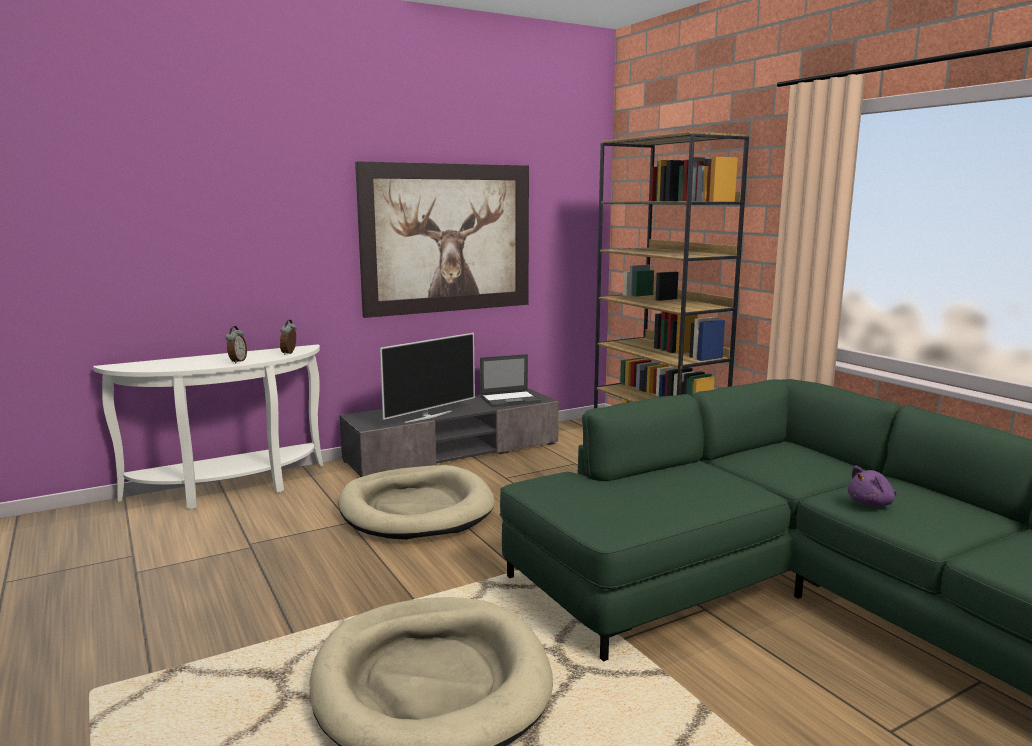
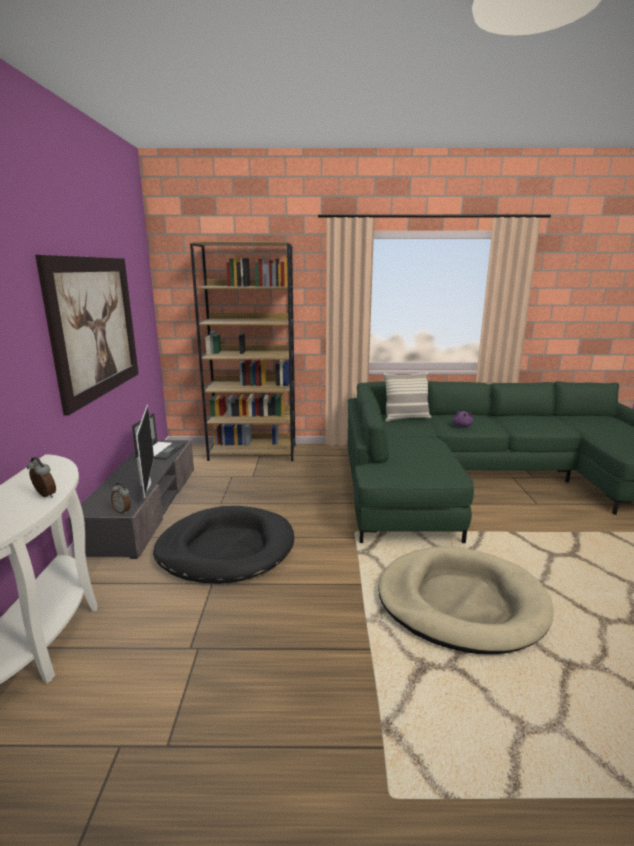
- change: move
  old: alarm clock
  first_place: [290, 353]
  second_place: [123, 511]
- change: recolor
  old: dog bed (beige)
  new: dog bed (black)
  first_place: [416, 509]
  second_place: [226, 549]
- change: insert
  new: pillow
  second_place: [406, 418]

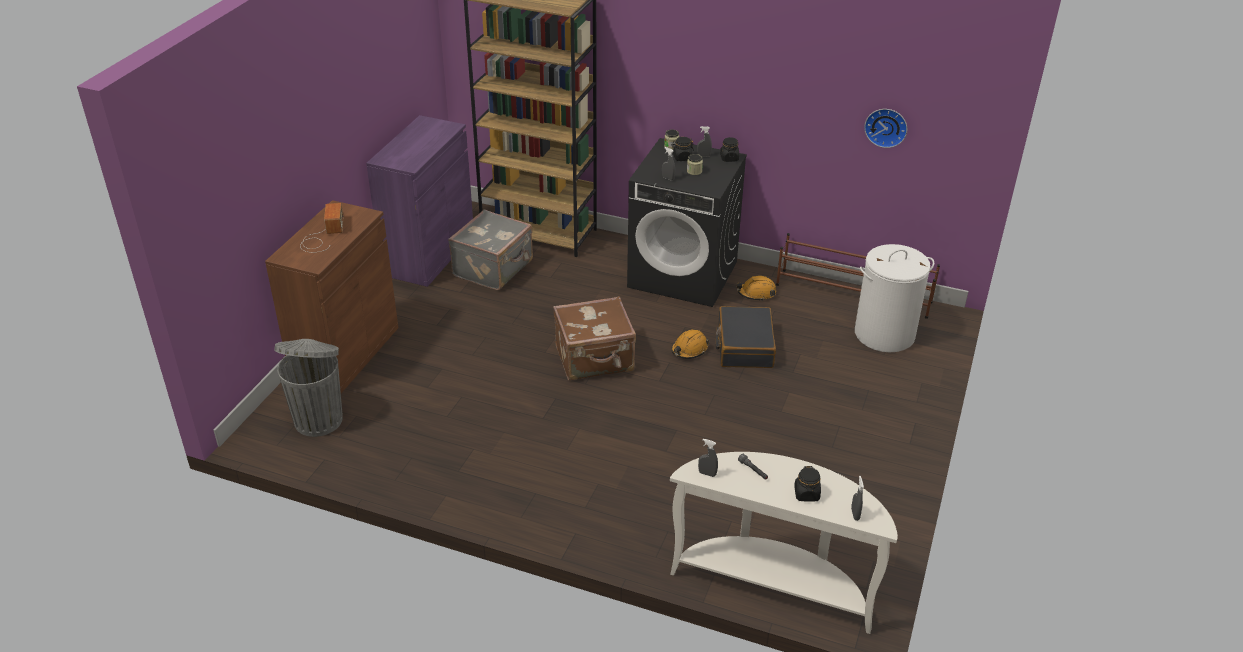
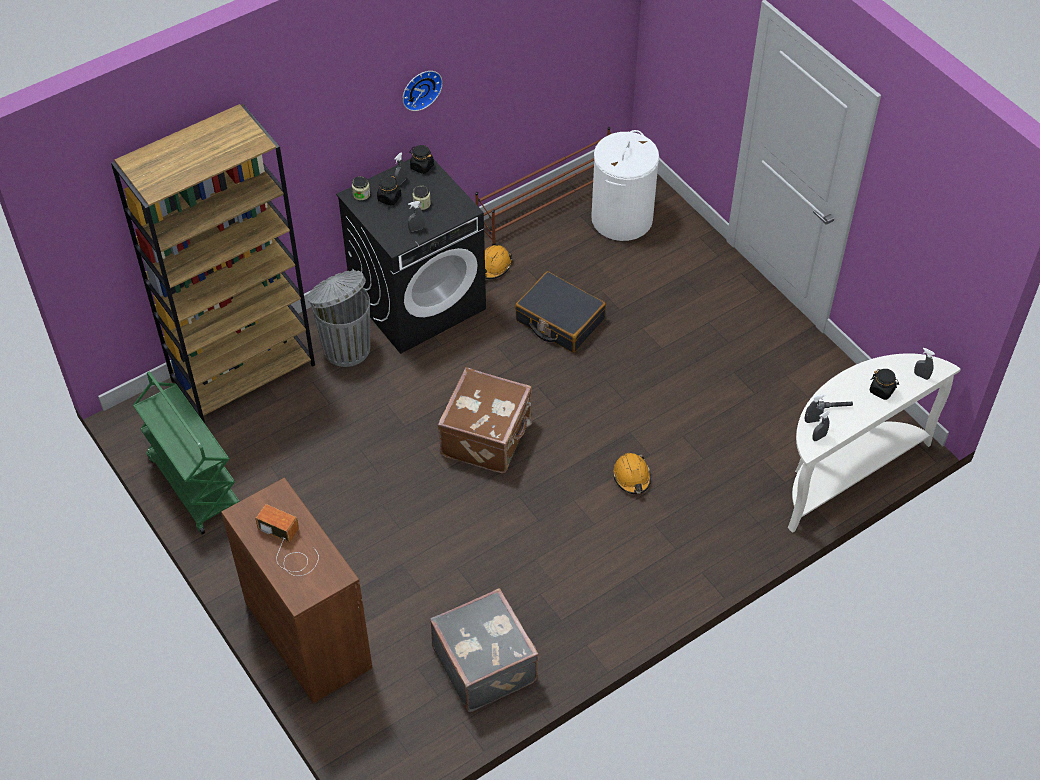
- change: move
  old: trash can (grey)
  first_place: [319, 419]
  second_place: [345, 347]
- change: replace
  old: cabinet (purple)
  new: cart (green)
  first_place: [429, 254]
  second_place: [194, 484]
- change: move
  old: suitcase (grey)
  first_place: [494, 269]
  second_place: [486, 663]
- change: move
  old: hard hat (orange)
  first_place: [689, 350]
  second_place: [632, 477]
- change: move
  old: wall clock
  first_place: [886, 126]
  second_place: [420, 88]
- change: insert
  new: spray bottle (grey)
  second_place: [812, 420]

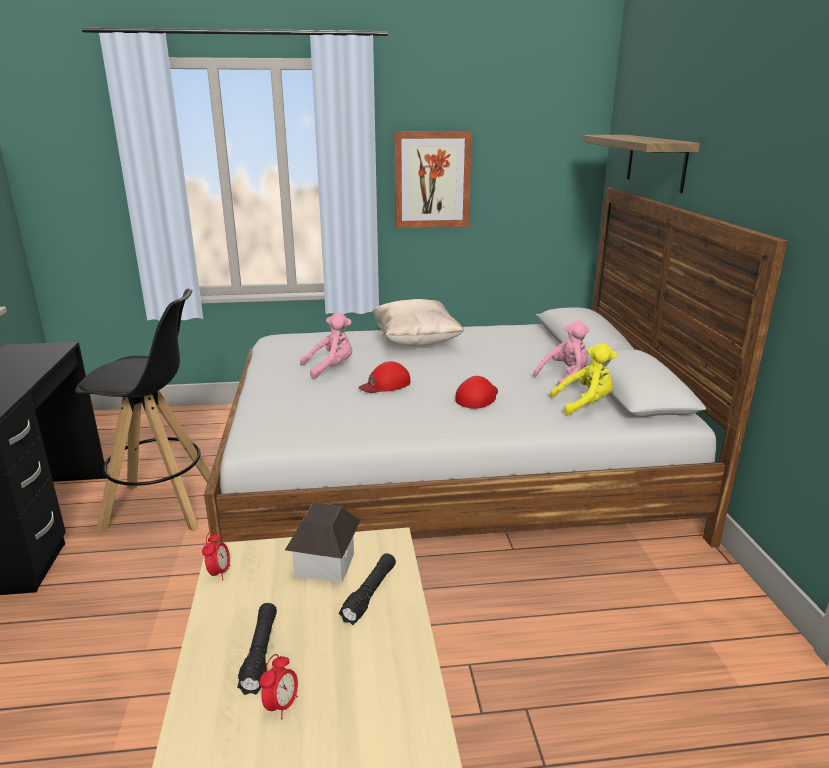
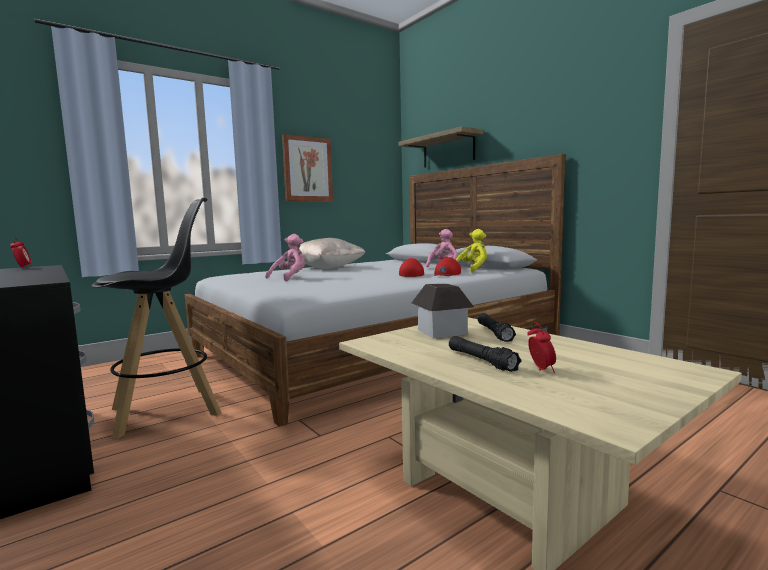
- change: move
  old: alarm clock
  first_place: [219, 573]
  second_place: [23, 268]
- change: move
  old: cap (red)
  first_place: [385, 384]
  second_place: [446, 274]

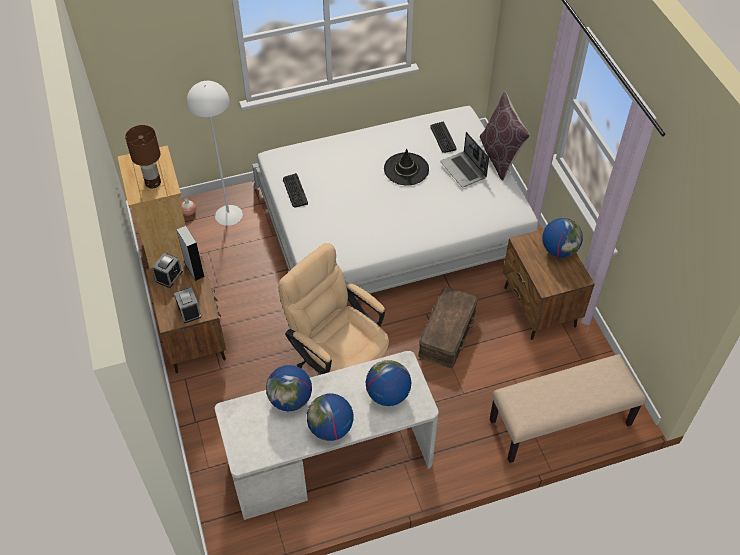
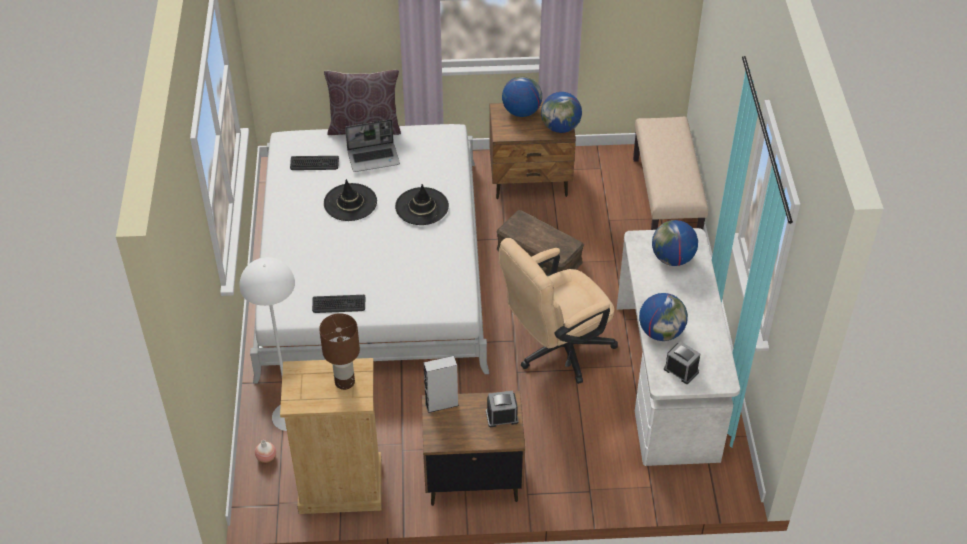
- change: move
  old: alarm clock
  first_place: [169, 276]
  second_place: [681, 370]
- change: move
  old: globe
  first_place: [330, 428]
  second_place: [560, 127]
- change: insert
  new: hat (black)
  second_place: [422, 206]

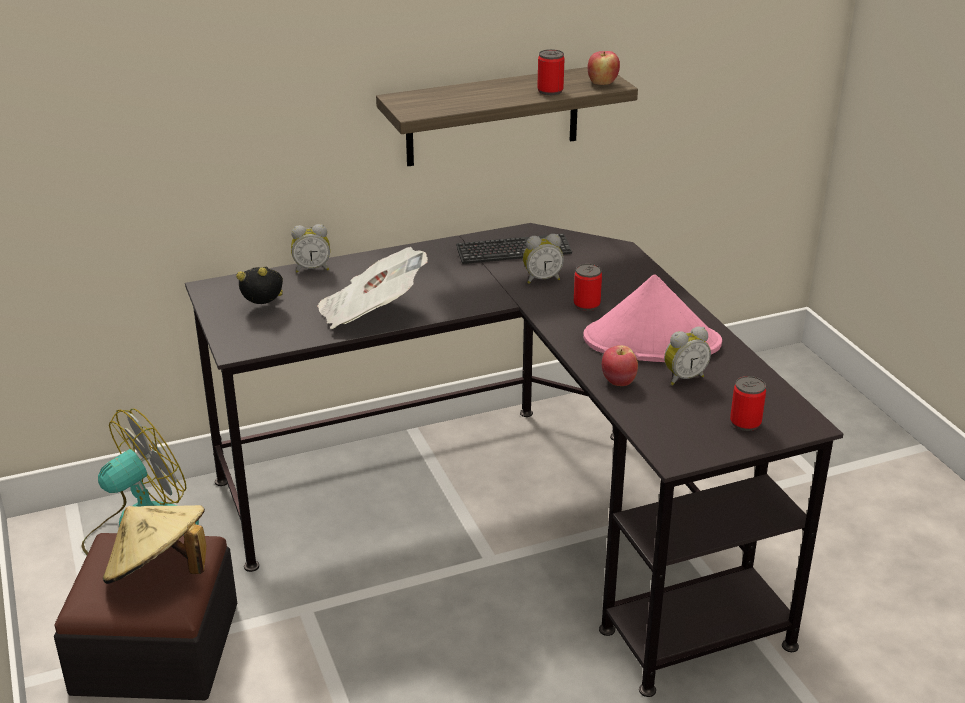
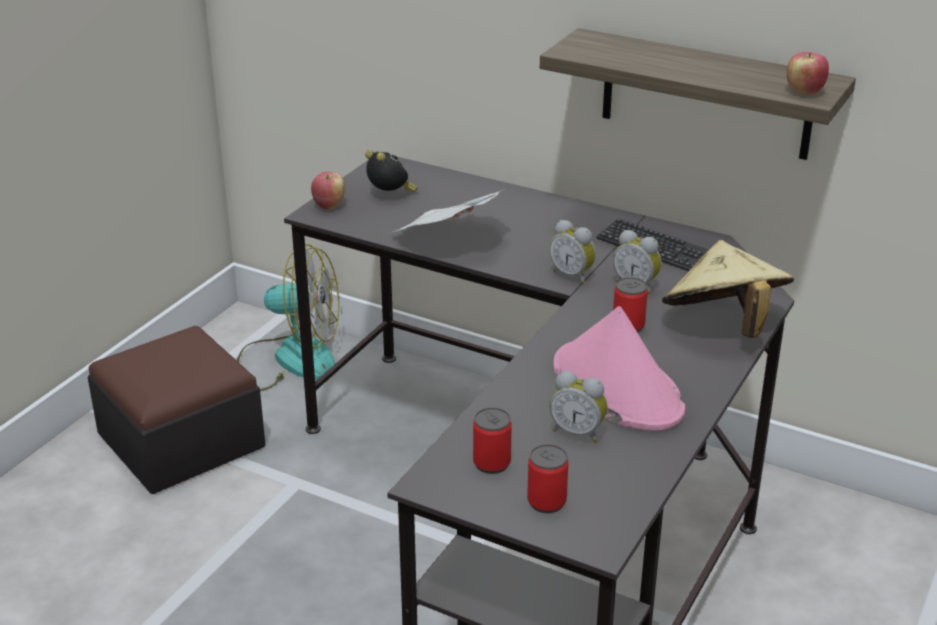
- change: move
  old: hat (beige)
  first_place: [159, 572]
  second_place: [723, 325]
- change: move
  old: alarm clock
  first_place: [312, 268]
  second_place: [573, 275]
- change: move
  old: can
  first_place: [550, 91]
  second_place: [491, 463]
- change: move
  old: apple
  first_place: [618, 381]
  second_place: [329, 206]

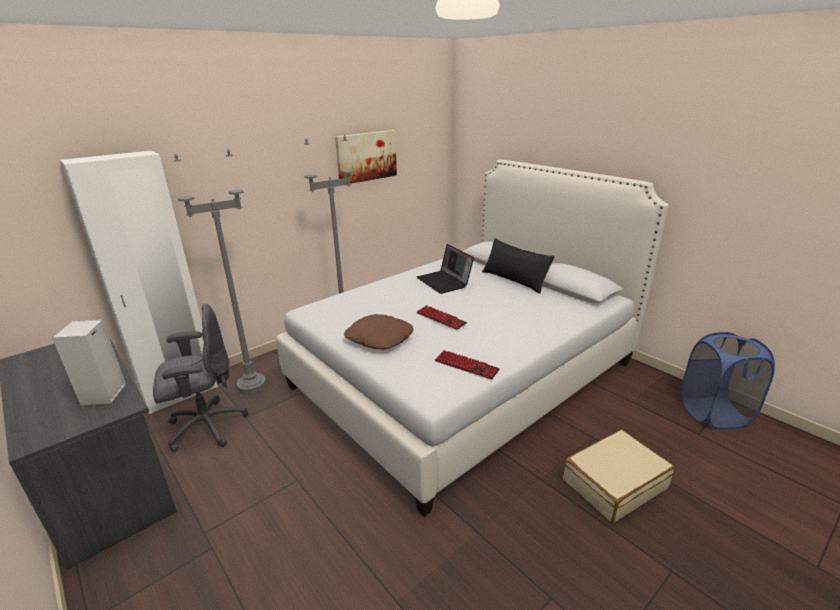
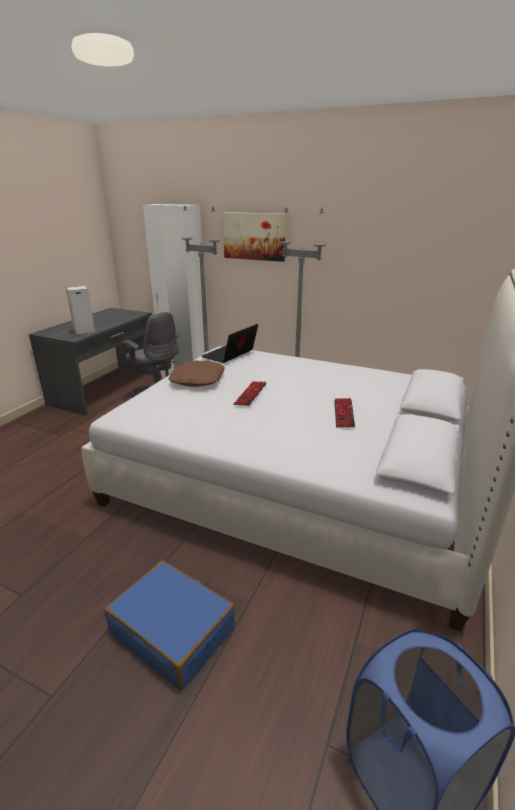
- change: move
  old: picture
  first_place: [366, 156]
  second_place: [254, 236]
- change: move
  old: laptop
  first_place: [445, 282]
  second_place: [230, 355]
- change: move
  old: keyboard
  first_place: [466, 366]
  second_place: [343, 413]
- change: delete
  old: pillow (black)
  first_place: [515, 280]
- change: recolor
  old: suitcase (beige)
  new: suitcase (blue)
  first_place: [613, 483]
  second_place: [173, 630]

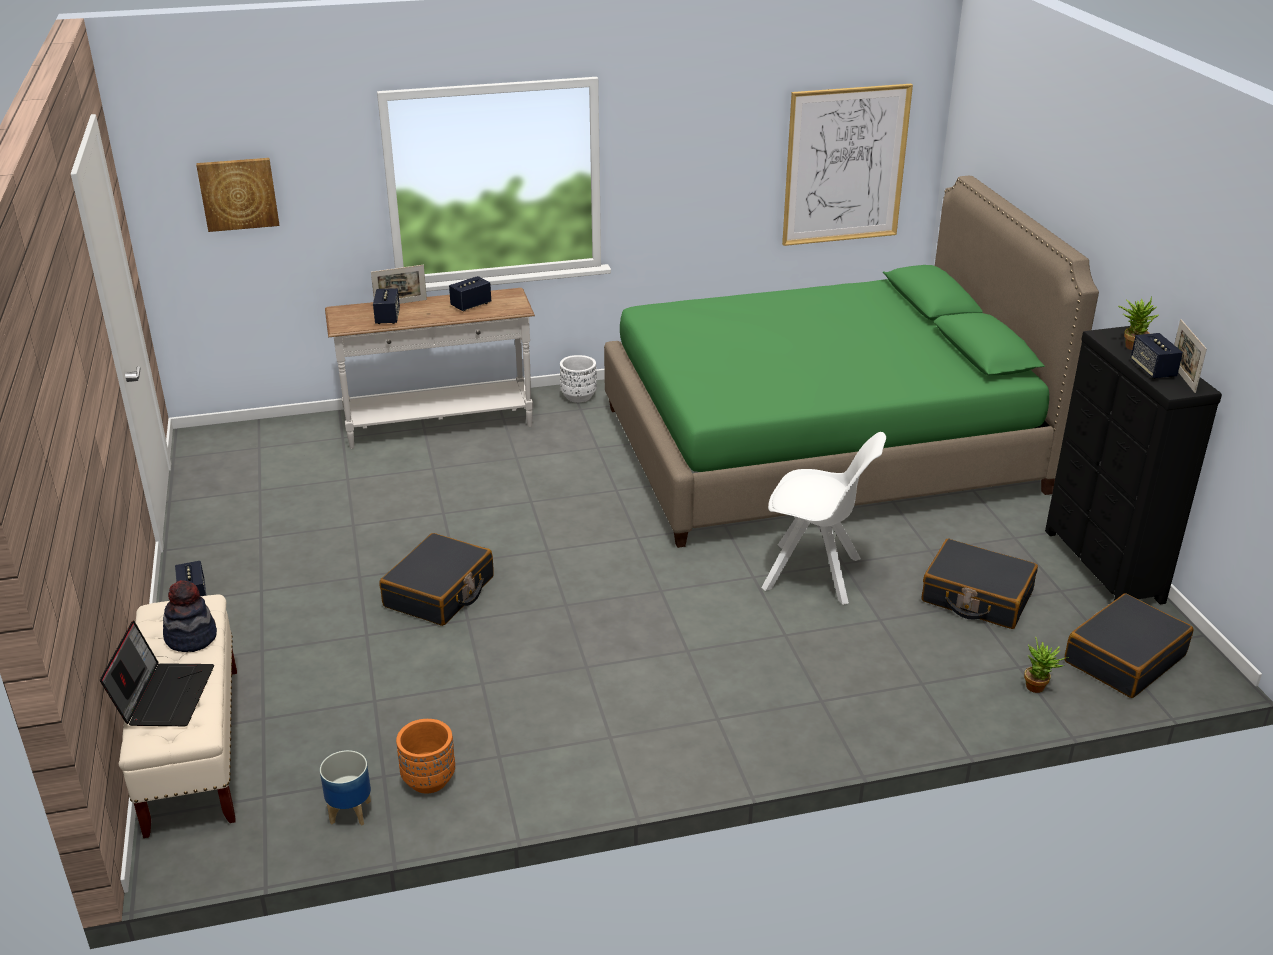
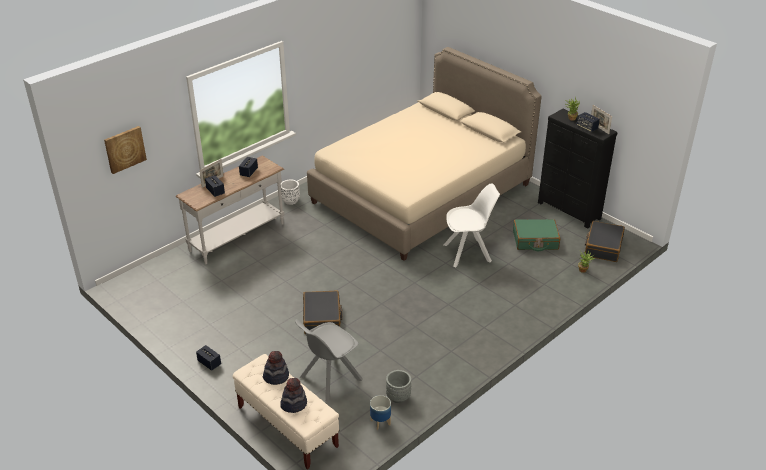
- change: replace
  old: laptop
  new: hat
  first_place: [164, 695]
  second_place: [293, 404]
- change: recolor
  old: planter (orange)
  new: planter (grey)
  first_place: [429, 780]
  second_place: [398, 397]
- change: recolor
  old: bed (green)
  new: bed (beige)
  first_place: [819, 449]
  second_place: [421, 193]
- change: delete
  old: picture
  first_place: [845, 165]
- change: recolor
  old: suitcase (black)
  new: suitcase (green)
  first_place: [976, 597]
  second_place: [535, 240]
- change: insert
  new: chair (grey)
  second_place: [329, 379]

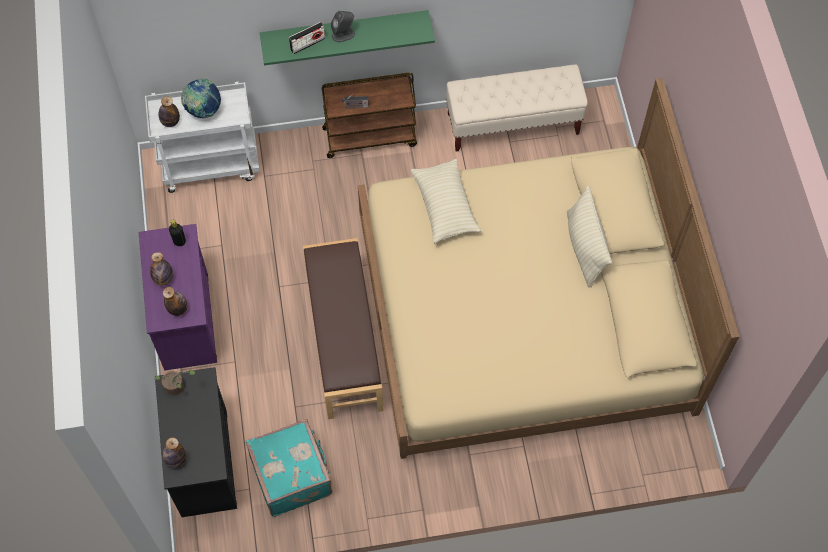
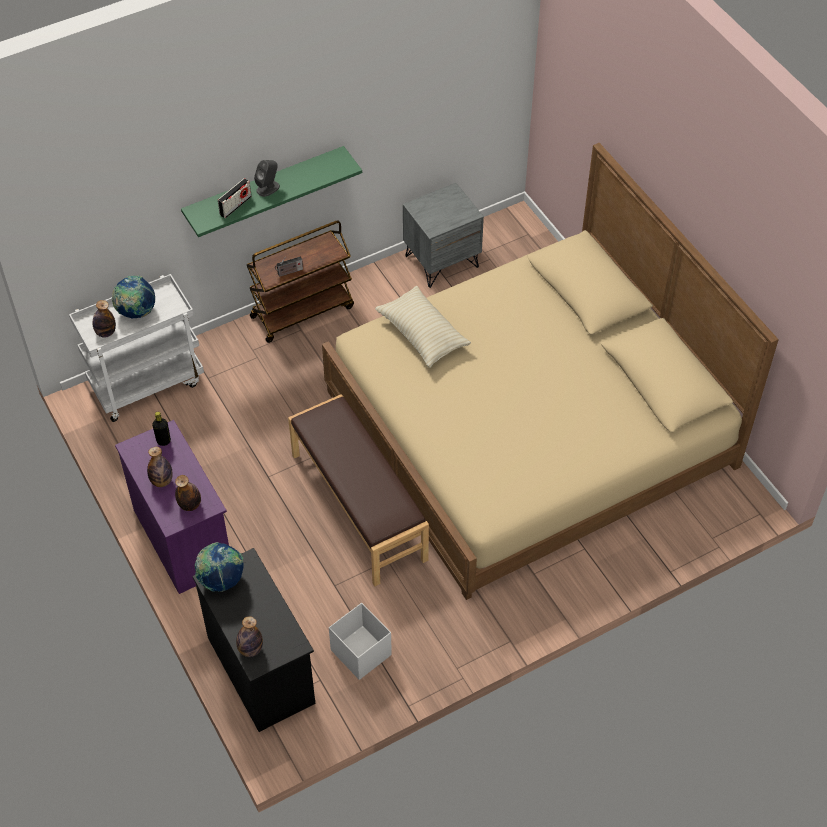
- change: replace
  old: potted plant
  new: globe
  first_place: [177, 388]
  second_place: [221, 579]
- change: replace
  old: suitcase (turquoise)
  new: storage box (white)
  first_place: [292, 475]
  second_place: [360, 652]
- change: replace
  old: bench (beige)
  new: nightstand (grey)
  first_place: [513, 124]
  second_place: [441, 261]
- change: delete
  old: pillow (beige)
  first_place: [585, 247]

